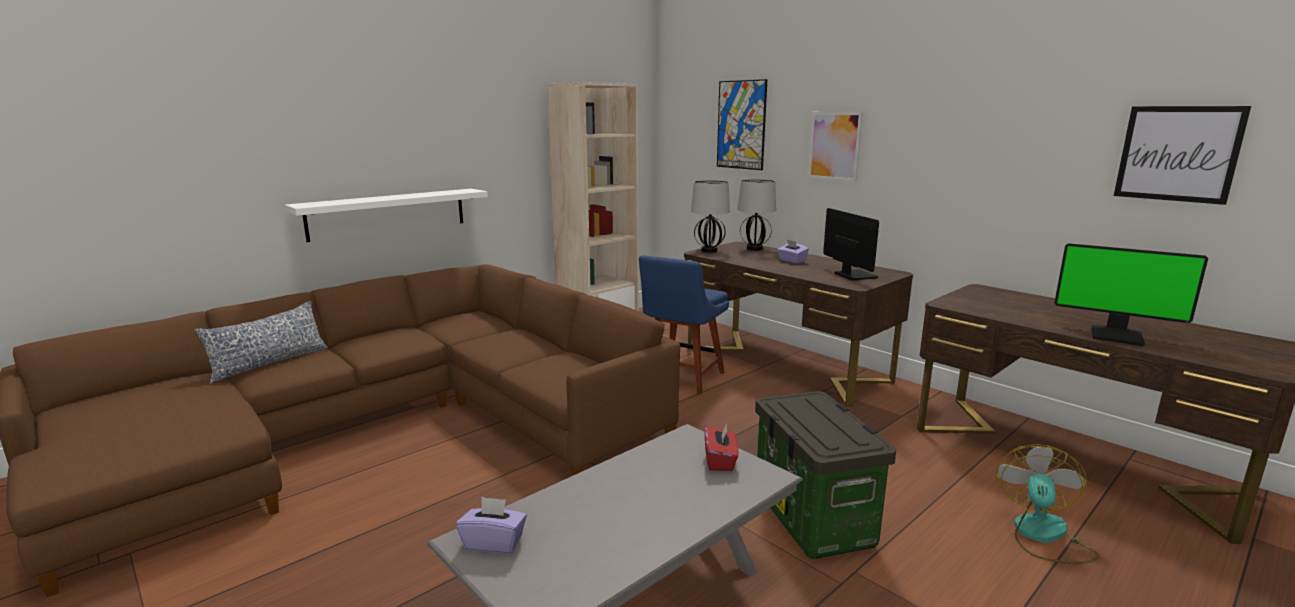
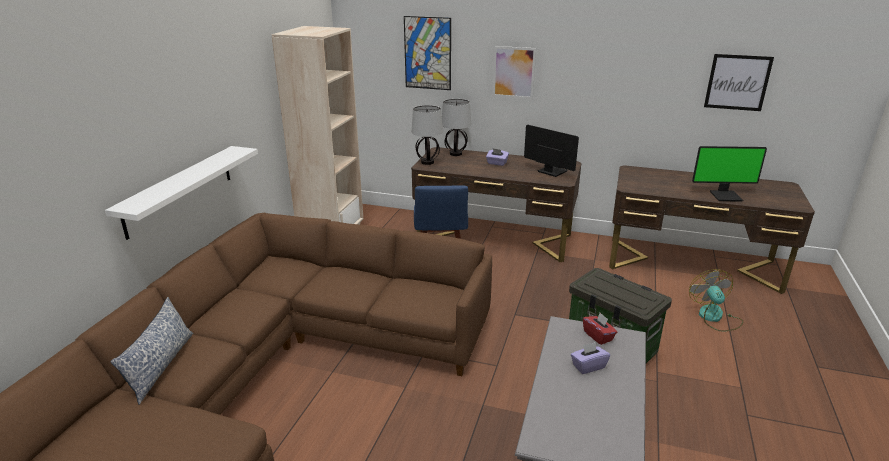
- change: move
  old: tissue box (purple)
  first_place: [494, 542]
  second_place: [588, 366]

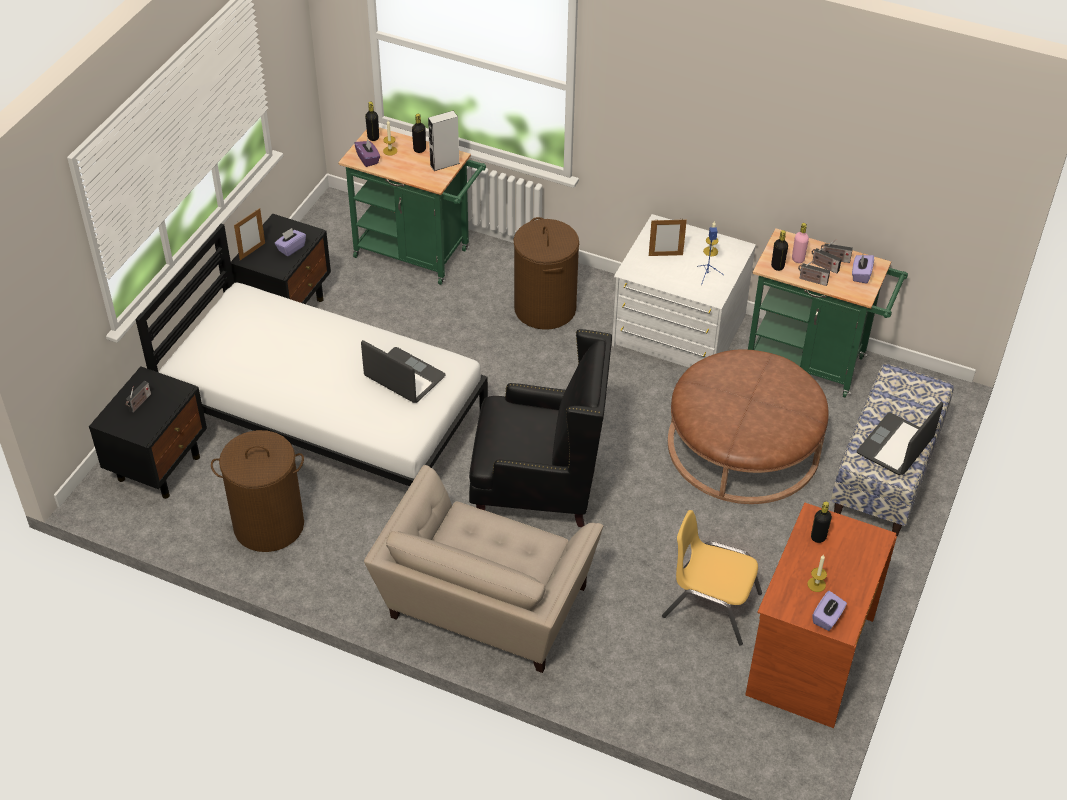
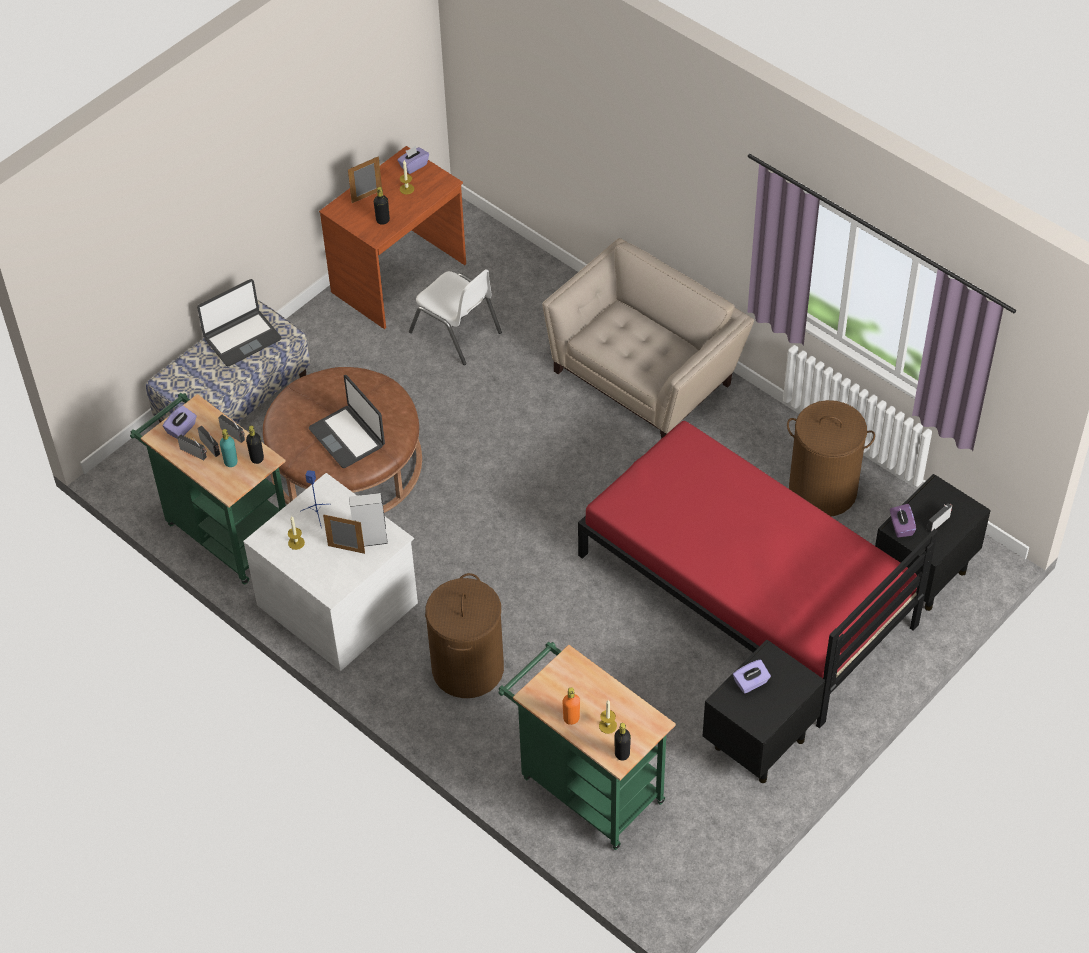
- change: recolor
  old: bed (white)
  new: bed (red)
  first_place: [325, 418]
  second_place: [746, 590]
- change: move
  old: picture frame
  first_place: [252, 251]
  second_place: [367, 196]
- change: move
  old: tissue box (purple)
  first_place: [368, 159]
  second_place: [901, 527]
- change: move
  old: laptop
  first_place: [404, 377]
  second_place: [347, 437]
- change: recolor
  old: bottle (black)
  new: bottle (orange)
  first_place: [419, 149]
  second_place: [571, 719]
- change: move
  old: speaker (grey)
  first_place: [444, 164]
  second_place: [370, 540]
- change: delete
  old: armchair (black)
  first_place: [537, 490]
- change: recolor
  old: chair (yellow)
  new: chair (white)
  first_place: [711, 605]
  second_place: [456, 332]
- change: recolor
  old: bottle (pink)
  new: bottle (turquoise)
  first_place: [798, 259]
  second_place: [231, 462]

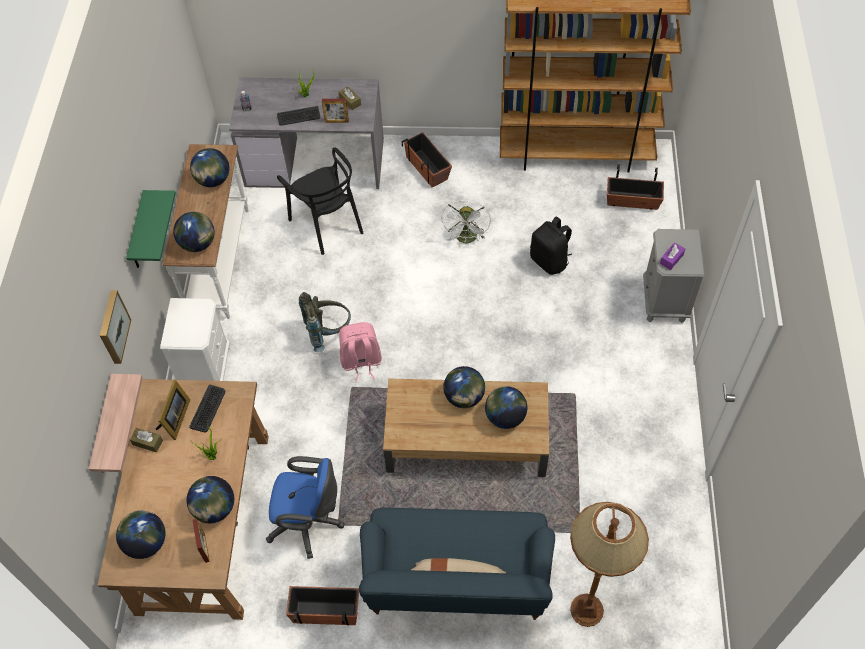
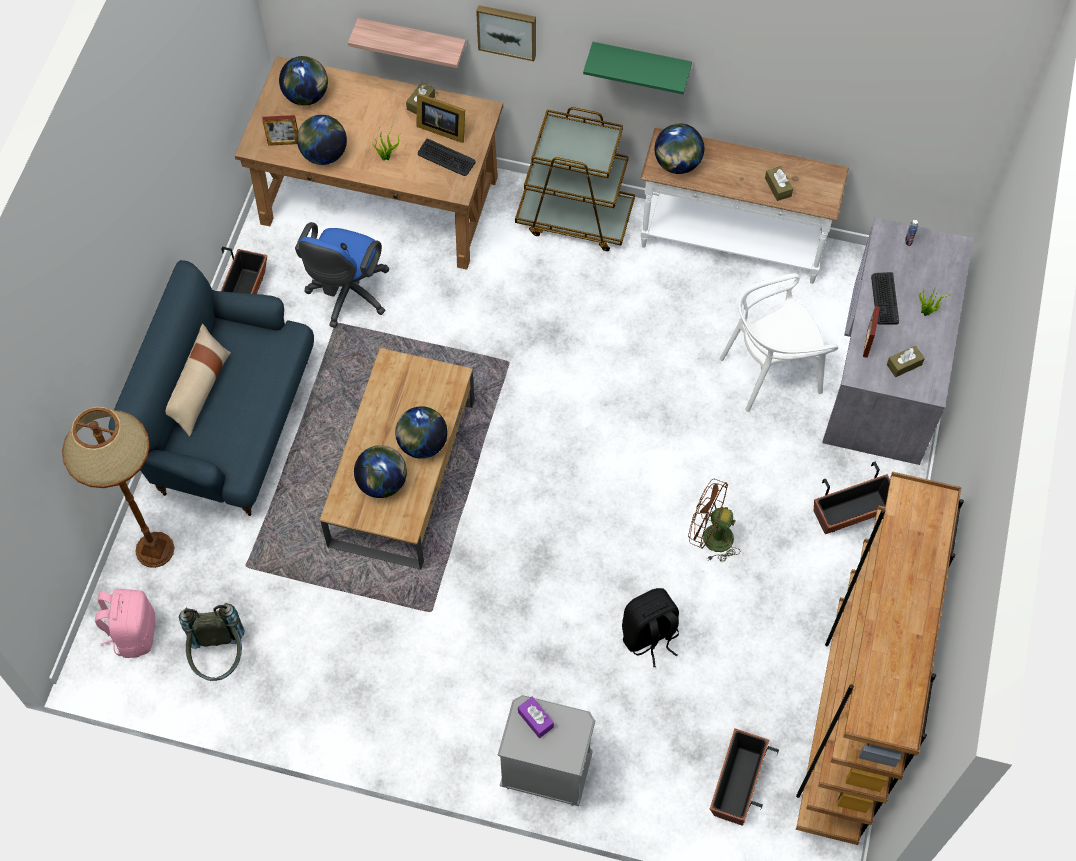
- change: replace
  old: nightstand (white)
  new: cart (brown)
  first_place: [206, 368]
  second_place: [575, 218]
- change: replace
  old: globe
  new: tissue box (brown)
  first_place: [213, 180]
  second_place: [778, 187]
- change: recolor
  old: chair (black)
  new: chair (white)
  first_place: [327, 224]
  second_place: [770, 371]
- change: move
  old: backpack (grey)
  first_place: [328, 332]
  second_place: [219, 658]
- change: move
  old: backpack (pink)
  first_place: [361, 362]
  second_place: [134, 633]
- change: recolor
  old: fan (white)
  new: fan (brown)
  first_place: [467, 239]
  second_place: [710, 537]

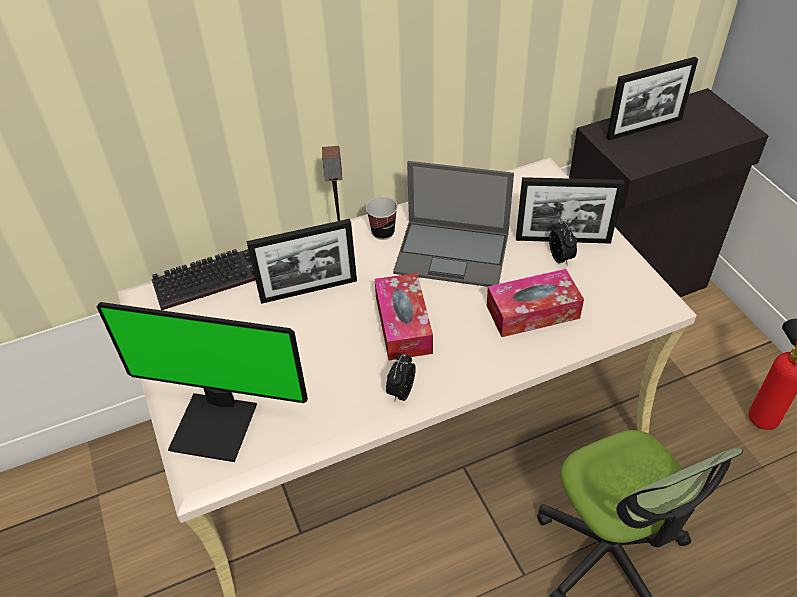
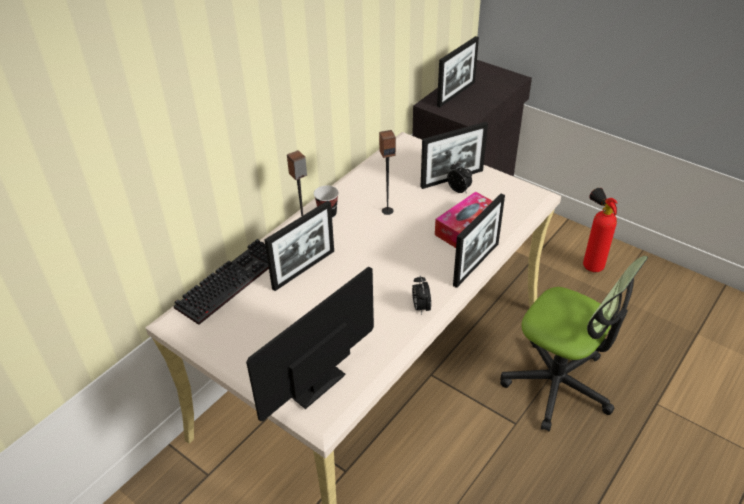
- change: rotate
  old: monitor
  first_place: [217, 424]
  second_place: [308, 380]
  degrees: 150
- change: delete
  old: tissue box
  first_place: [403, 325]
- change: replace
  old: laptop
  new: speaker
  first_place: [453, 253]
  second_place: [387, 210]
- change: insert
  new: picture frame
  second_place: [476, 264]

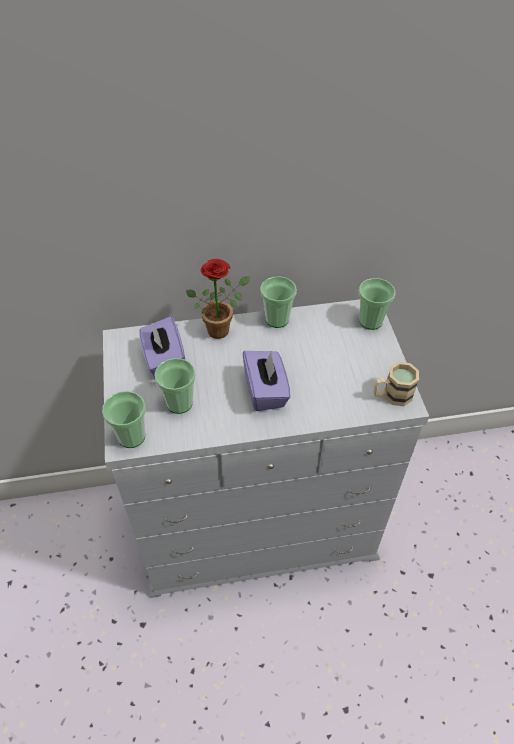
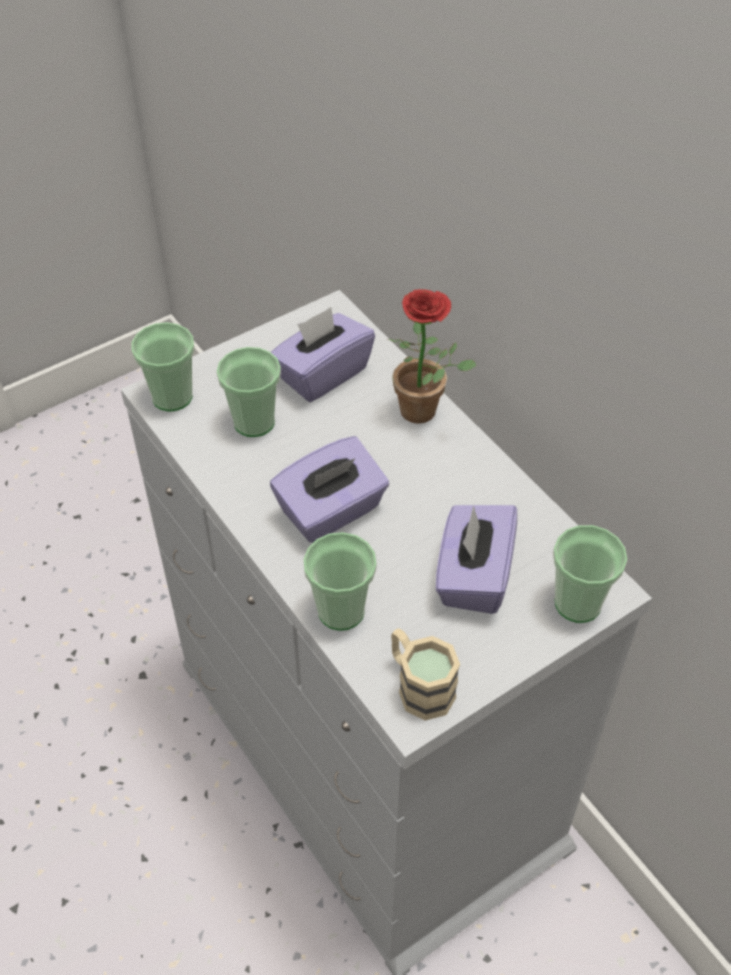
- change: move
  old: cup
  first_place: [277, 319]
  second_place: [341, 611]
- change: insert
  new: tissue box (purple)
  second_place: [473, 576]

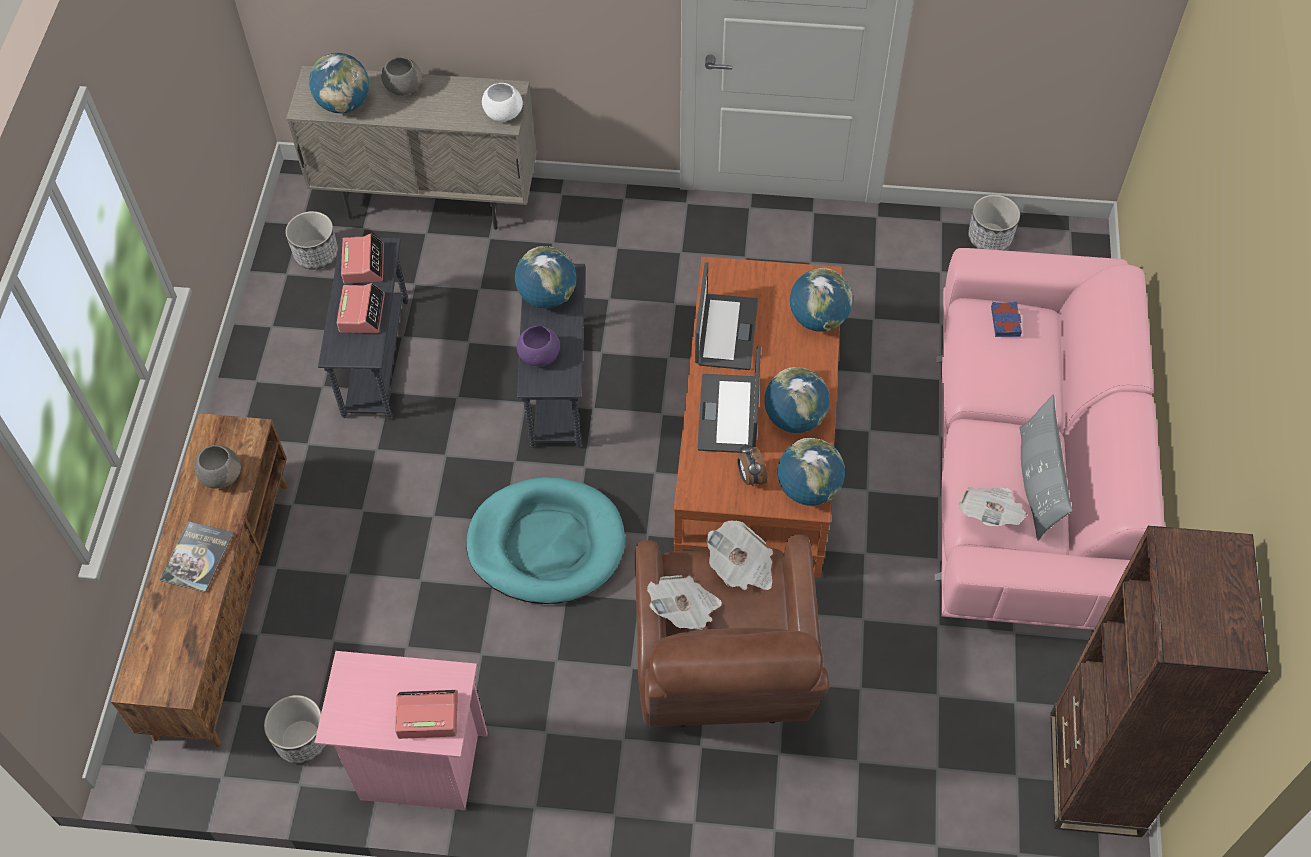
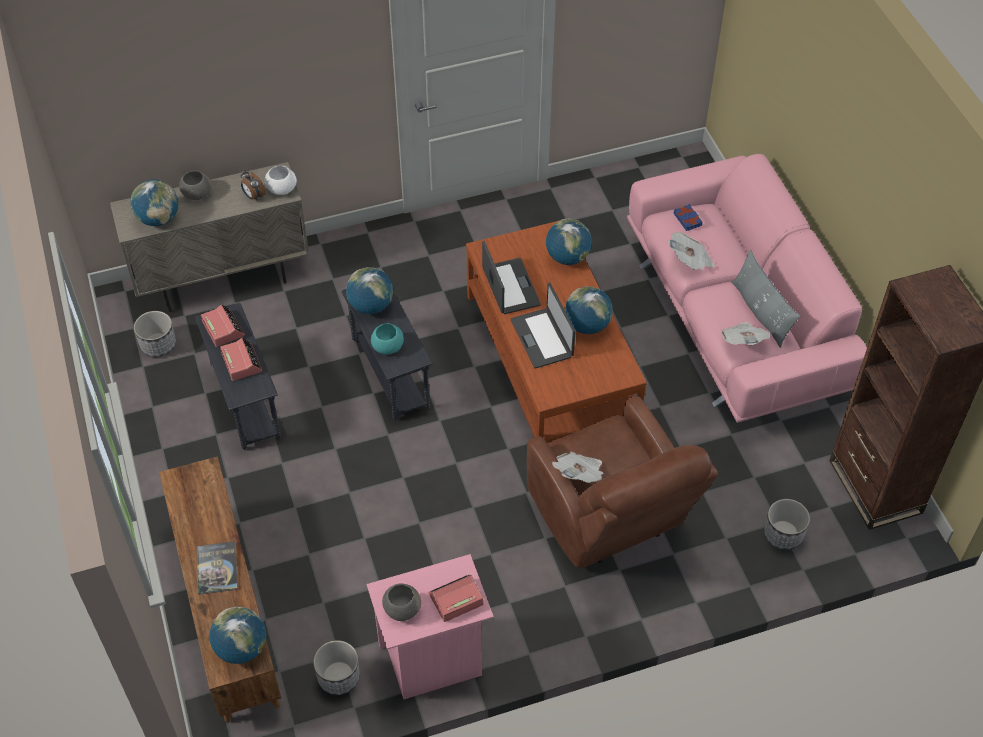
- change: move
  old: bowl (grey)
  first_place: [221, 475]
  second_place: [401, 608]
- change: delete
  old: dog bed (turquoise)
  first_place: [546, 544]
- change: recolor
  old: bowl (purple)
  new: bowl (turquoise)
  first_place: [538, 355]
  second_place: [387, 347]
- change: move
  old: newspaper
  first_place: [741, 567]
  second_place: [690, 261]
- change: move
  old: alarm clock
  first_place: [750, 477]
  second_place: [253, 196]
- change: move
  old: globe
  first_place: [808, 489]
  second_place: [241, 648]
- change: move
  old: planter
  first_place: [989, 237]
  second_place: [783, 534]

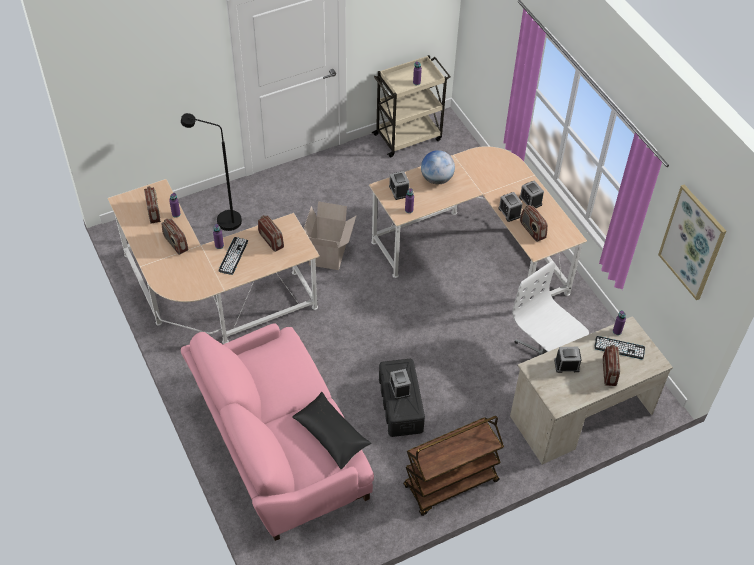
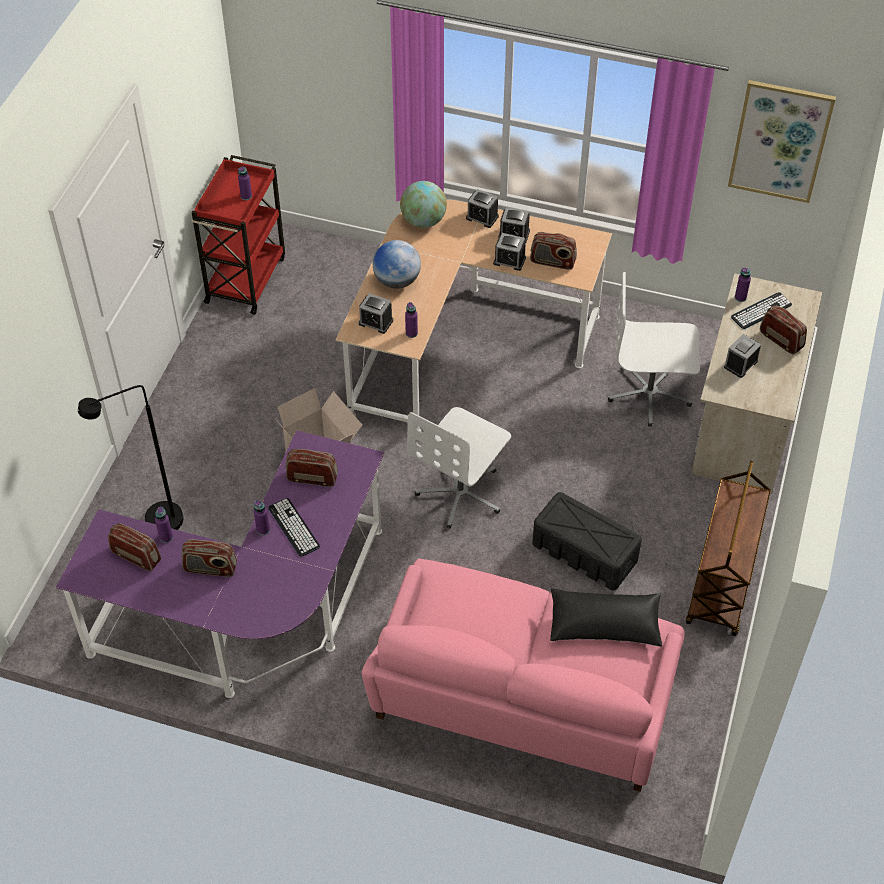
- change: recolor
  old: desk (beige)
  new: desk (purple)
  first_place: [210, 298]
  second_place: [253, 618]
- change: recolor
  old: cart (beige)
  new: cart (red)
  first_place: [408, 136]
  second_place: [246, 278]
- change: move
  old: alarm clock
  first_place: [399, 388]
  second_place: [482, 217]
- change: insert
  new: globe
  second_place: [423, 221]
- change: insert
  new: office chair (white)
  second_place: [461, 493]

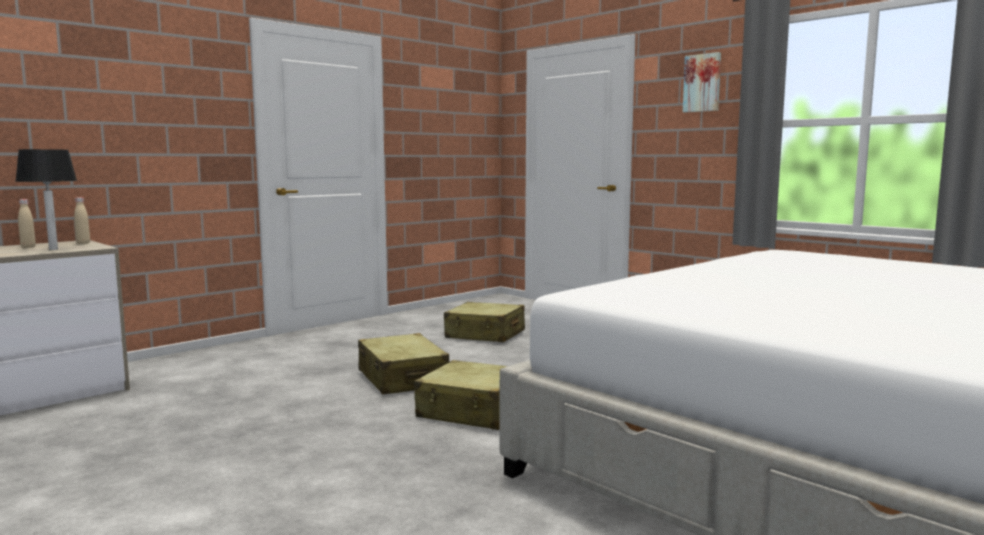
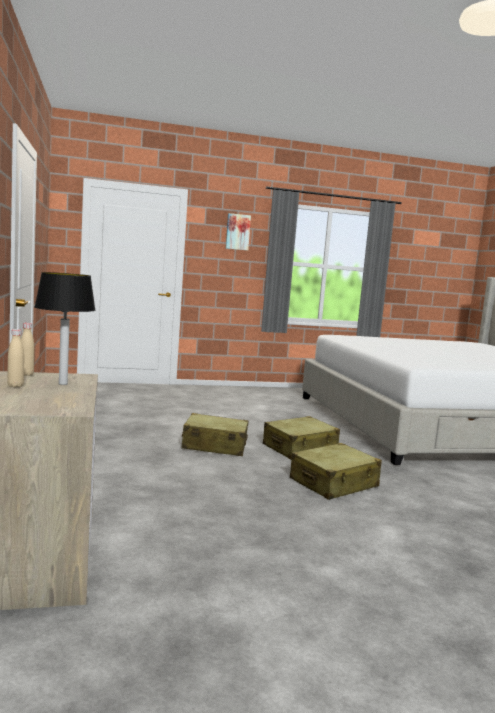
- change: move
  old: suitcase (beige)
  first_place: [485, 334]
  second_place: [334, 483]

